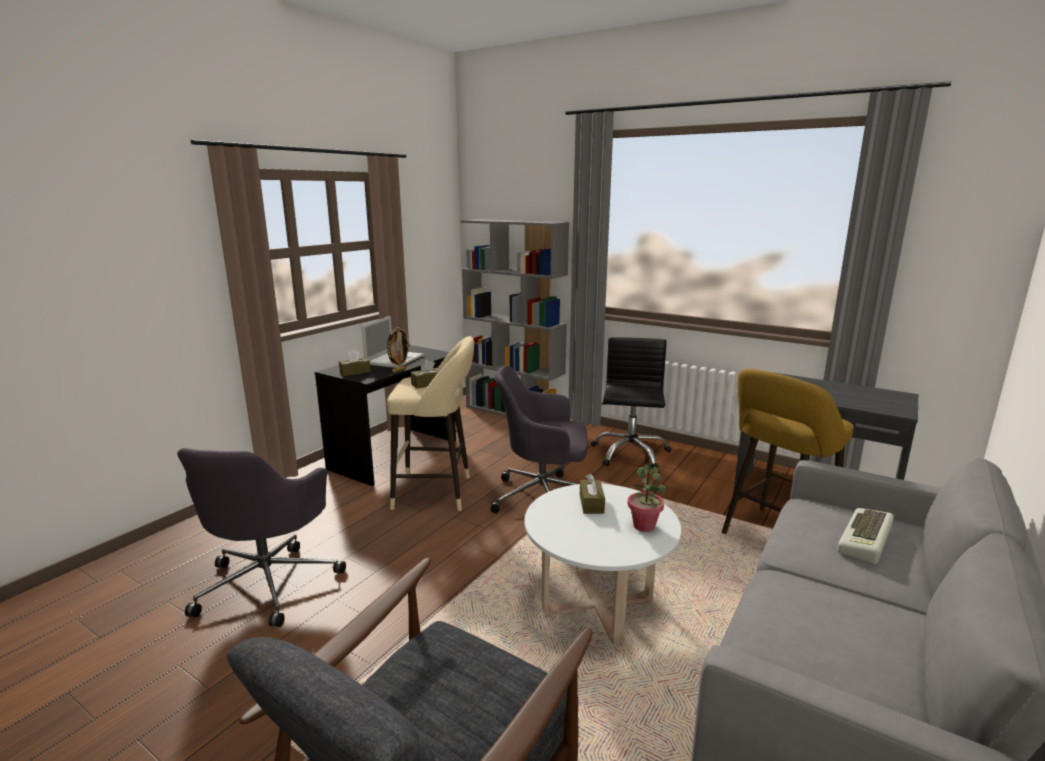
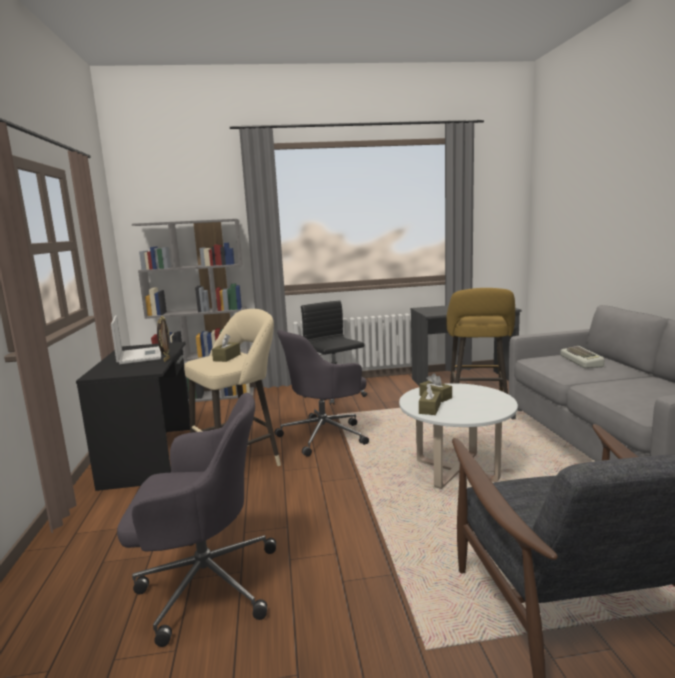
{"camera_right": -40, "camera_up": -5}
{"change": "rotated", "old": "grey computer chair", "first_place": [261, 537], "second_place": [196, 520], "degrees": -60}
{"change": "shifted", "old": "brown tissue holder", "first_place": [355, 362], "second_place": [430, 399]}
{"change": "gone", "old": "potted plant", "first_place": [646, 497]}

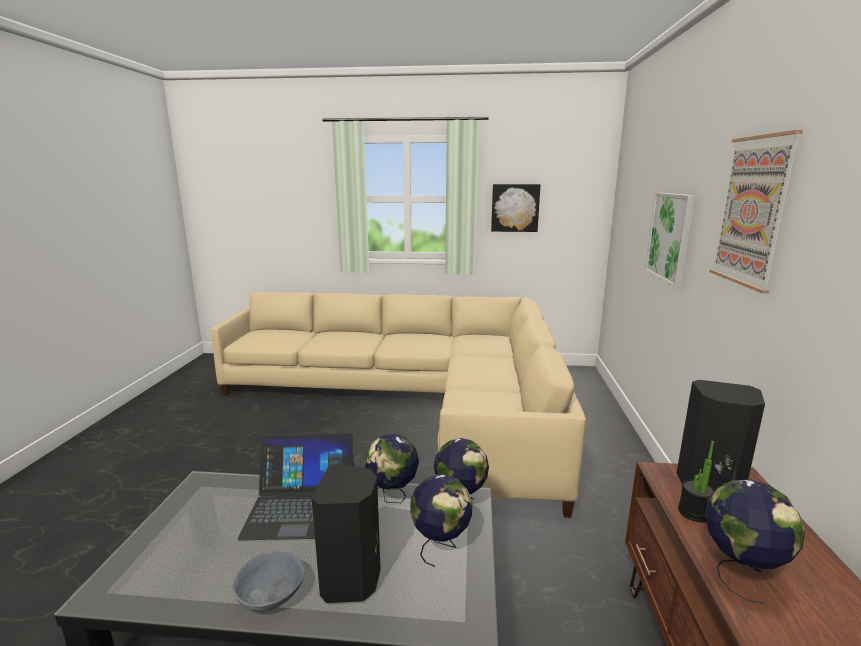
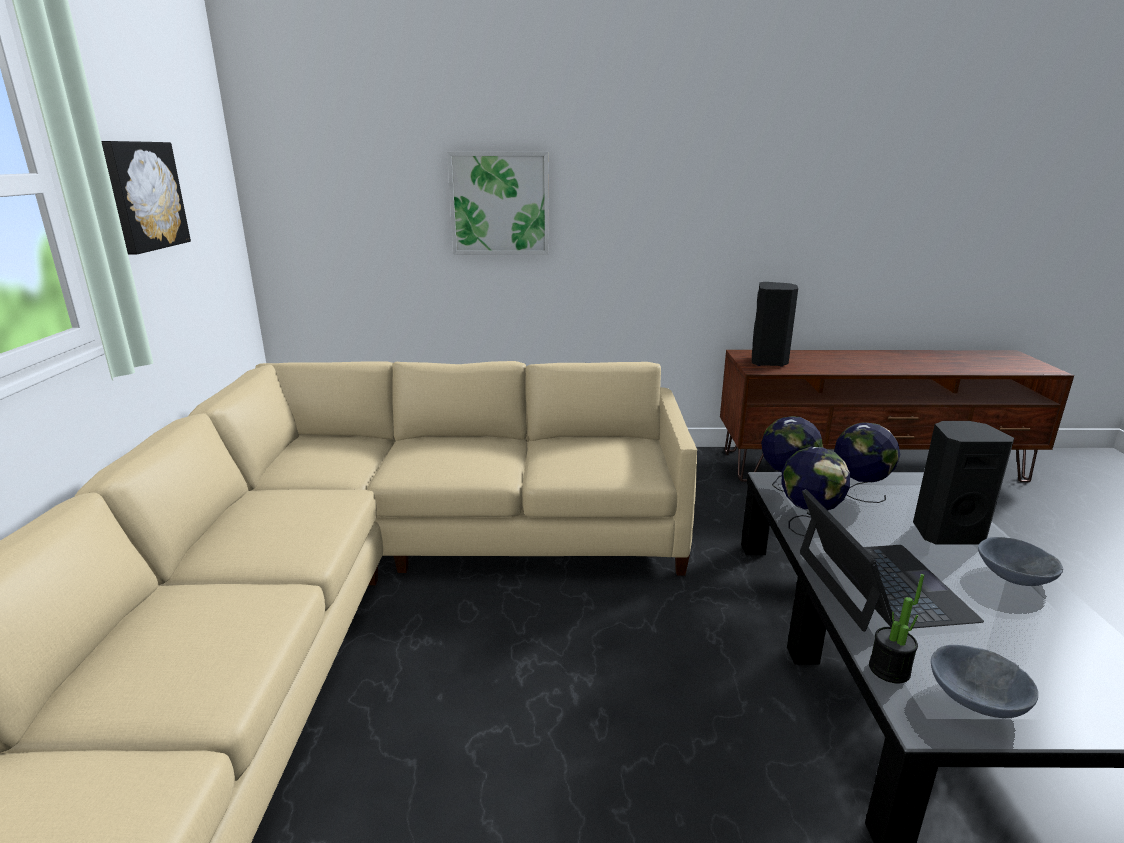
{"camera_right": -95, "camera_up": 5}
{"change": "shifted", "old": "potted plant", "first_place": [696, 481], "second_place": [896, 628]}
{"change": "new", "new": "grey serving bowl", "second_place": [984, 681]}
{"change": "gone", "old": "desk globe", "first_place": [755, 541]}
{"change": "gone", "old": "wall picture", "first_place": [756, 211]}

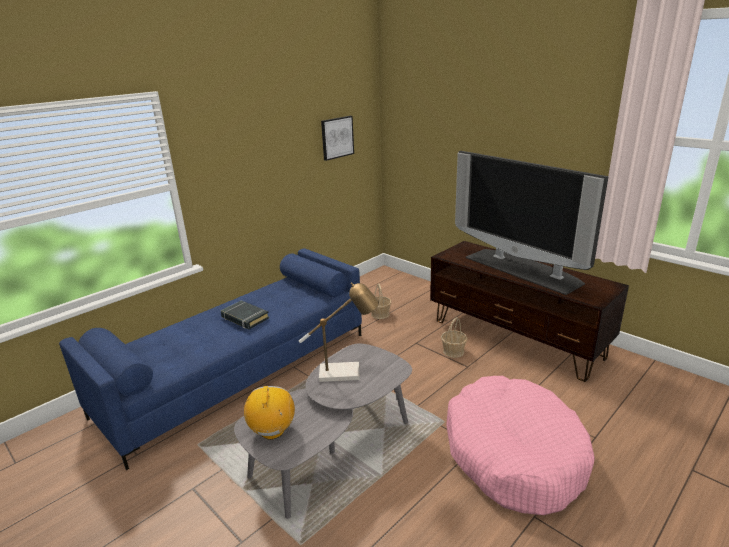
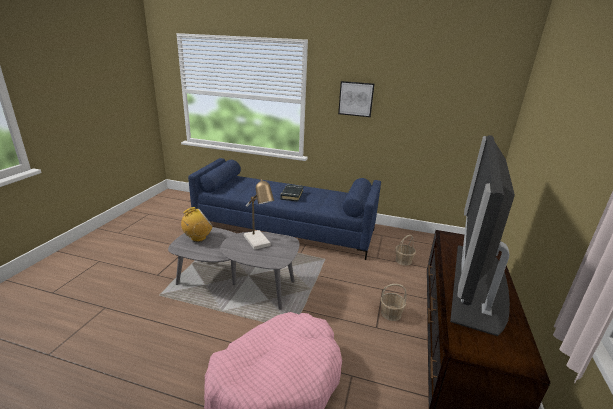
{"camera_right": 60, "camera_up": 0}
{"change": "shifted", "old": "wall picture", "first_place": [337, 138], "second_place": [356, 99]}

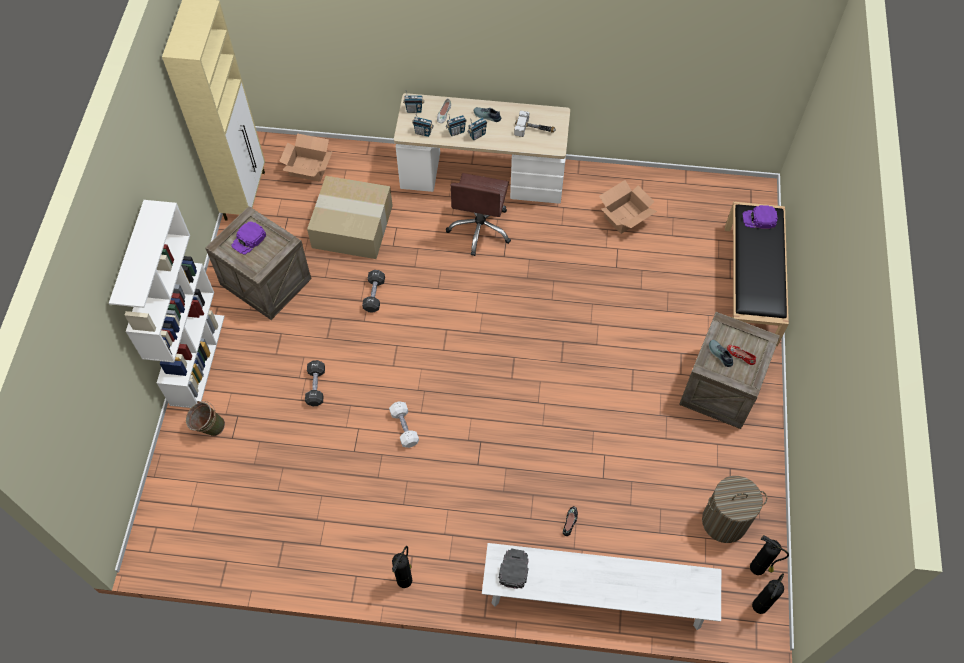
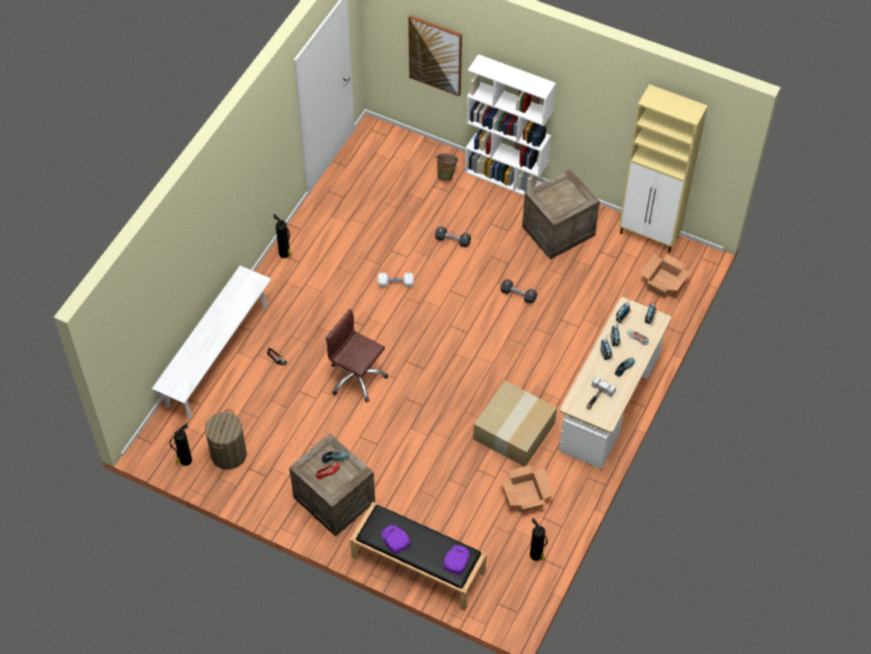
{"camera_right": 110, "camera_up": -5}
{"change": "shifted", "old": "brown computer chair", "first_place": [478, 214], "second_place": [357, 355]}
{"change": "shifted", "old": "purple-coloured cap", "first_place": [248, 238], "second_place": [395, 539]}
{"change": "new", "new": "wall picture", "second_place": [435, 55]}
{"change": "shifted", "old": "packing box", "first_place": [350, 217], "second_place": [515, 424]}
{"change": "shifted", "old": "fire extinguisher", "first_place": [768, 593], "second_place": [539, 539]}
{"change": "gone", "old": "blackish cap", "first_place": [514, 568]}

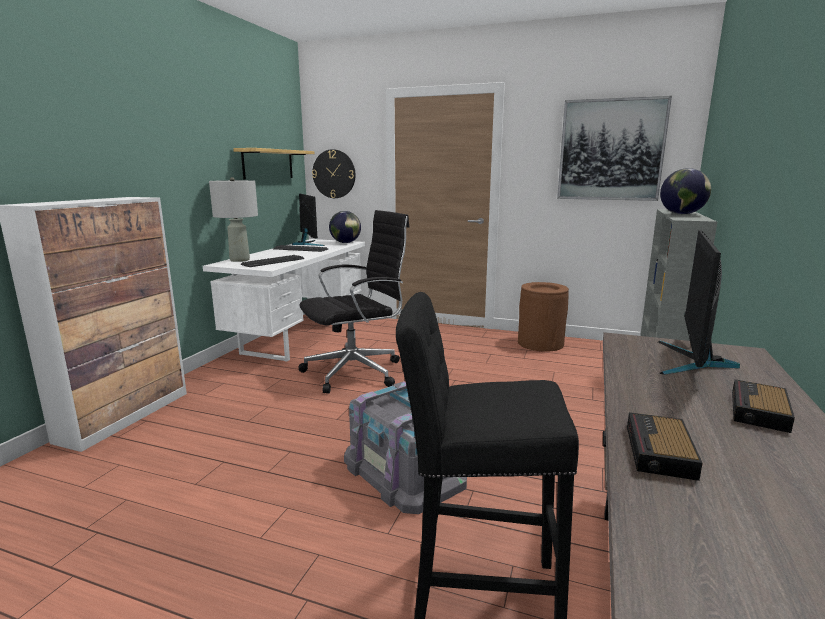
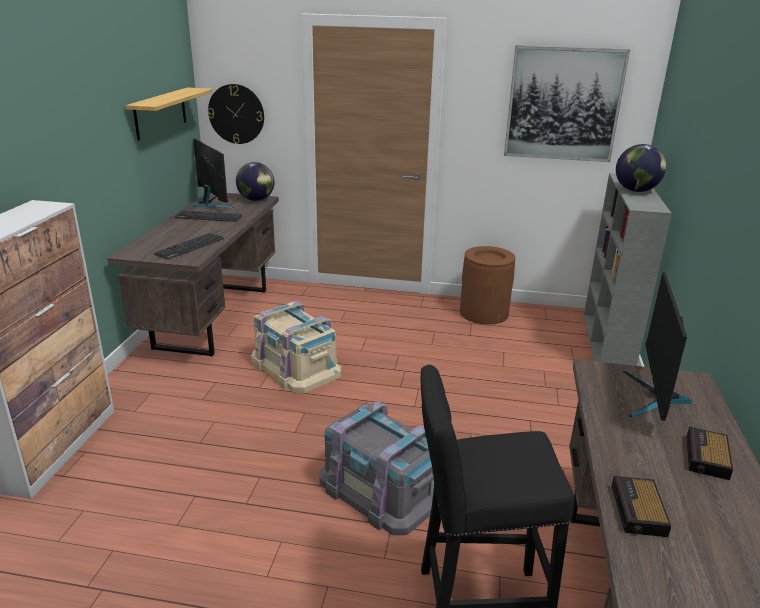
{"camera_right": -10, "camera_up": 10}
{"change": "repainted", "old": "white desk table", "new": "brown desk table", "first_place": [284, 300], "second_place": [193, 274]}
{"change": "swapped", "old": "blackish computer chair", "new": "beige-coloured storage bin", "first_place": [353, 301], "second_place": [296, 347]}
{"change": "gone", "old": "grey table lamp", "first_place": [233, 219]}

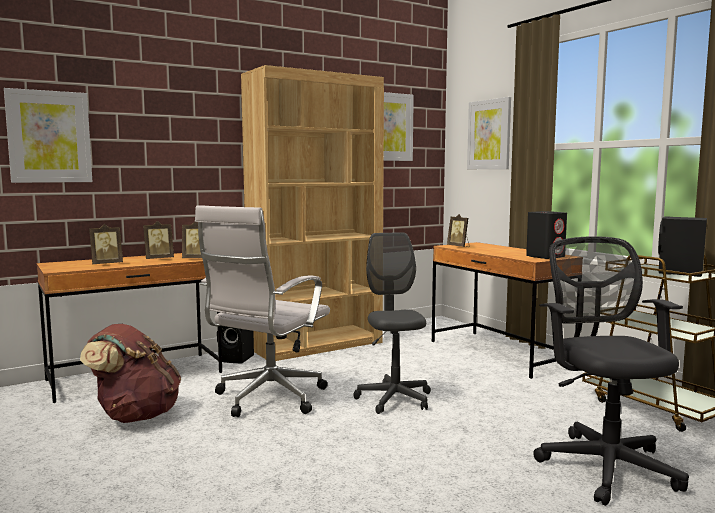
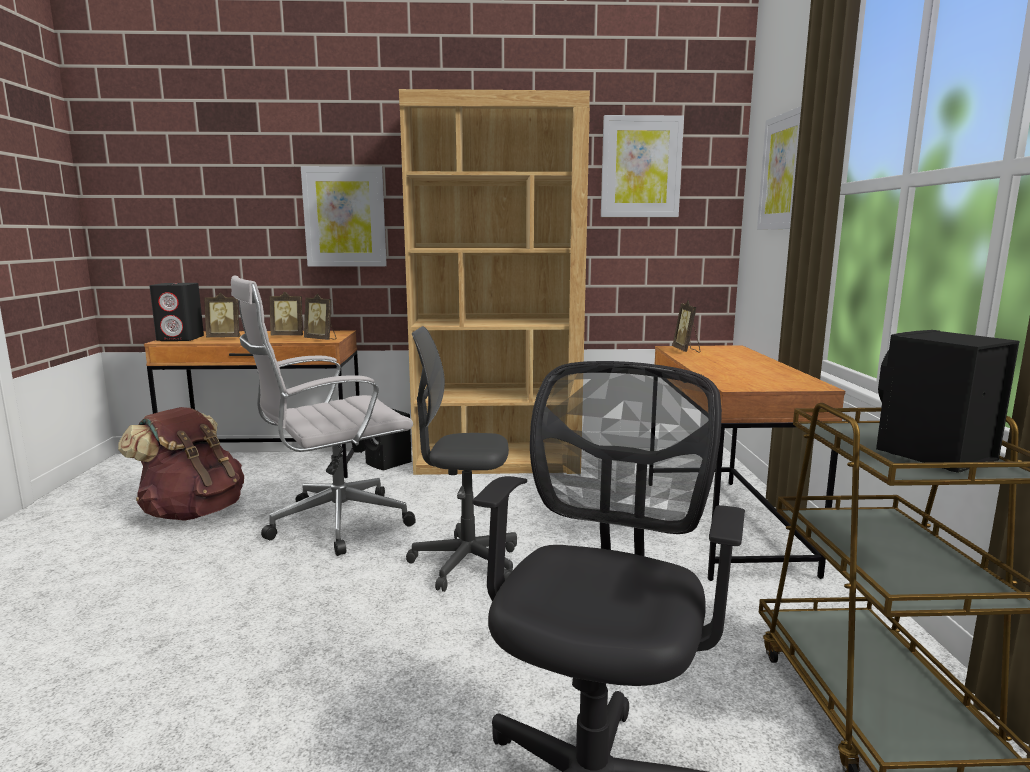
{"camera_right": 30, "camera_up": 5}
{"change": "shifted", "old": "blackish audio speaker", "first_place": [546, 235], "second_place": [176, 312]}
{"change": "shifted", "old": "wall picture", "first_place": [48, 135], "second_place": [344, 216]}
{"change": "rotated", "old": "grey computer chair", "first_place": [392, 323], "second_place": [461, 459], "degrees": -105}

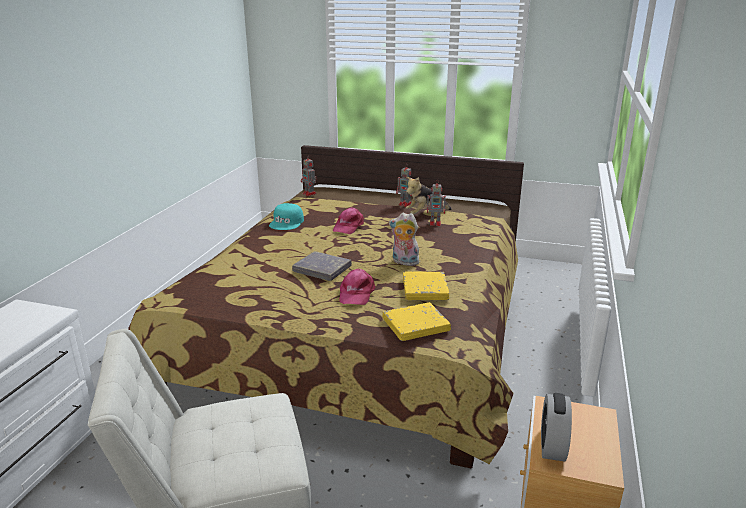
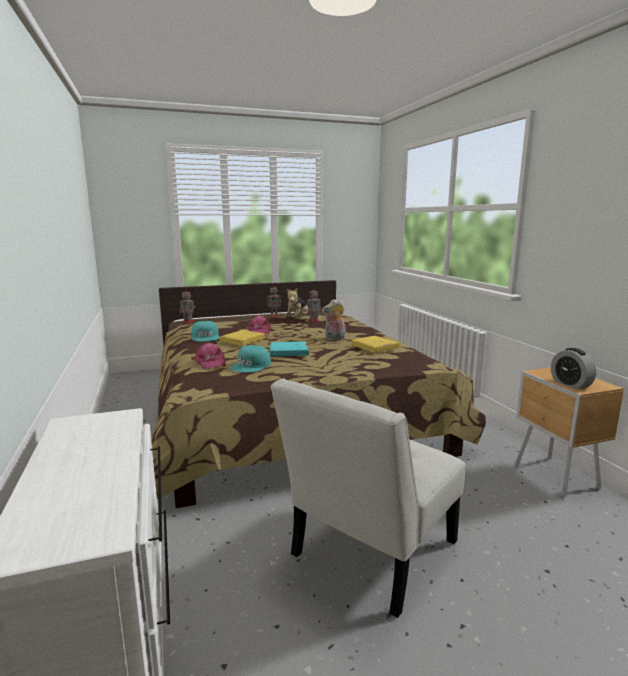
{"camera_right": -35, "camera_up": -10}
{"change": "shifted", "old": "pink-coloured cap", "first_place": [357, 287], "second_place": [210, 356]}
{"change": "shifted", "old": "yellowish book", "first_place": [417, 321], "second_place": [242, 338]}
{"change": "new", "new": "turquoise cap", "second_place": [250, 359]}
{"change": "repainted", "old": "grey book", "new": "turquoise book", "first_place": [322, 266], "second_place": [289, 349]}

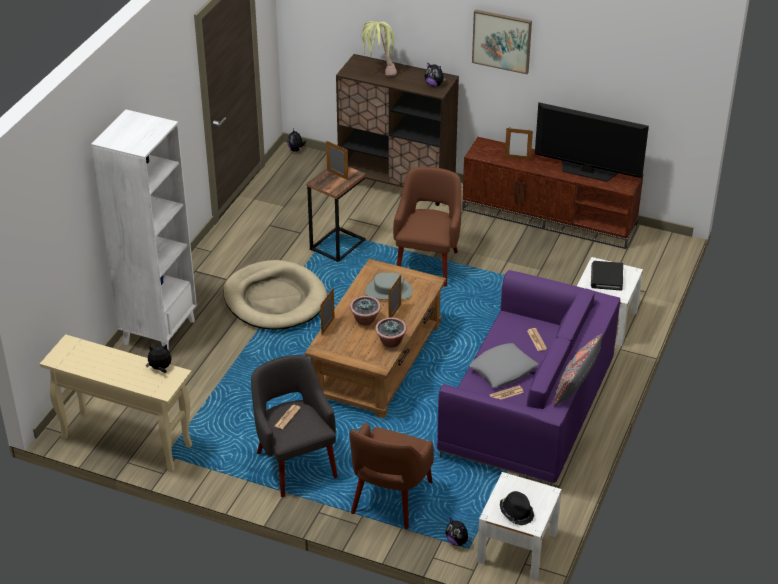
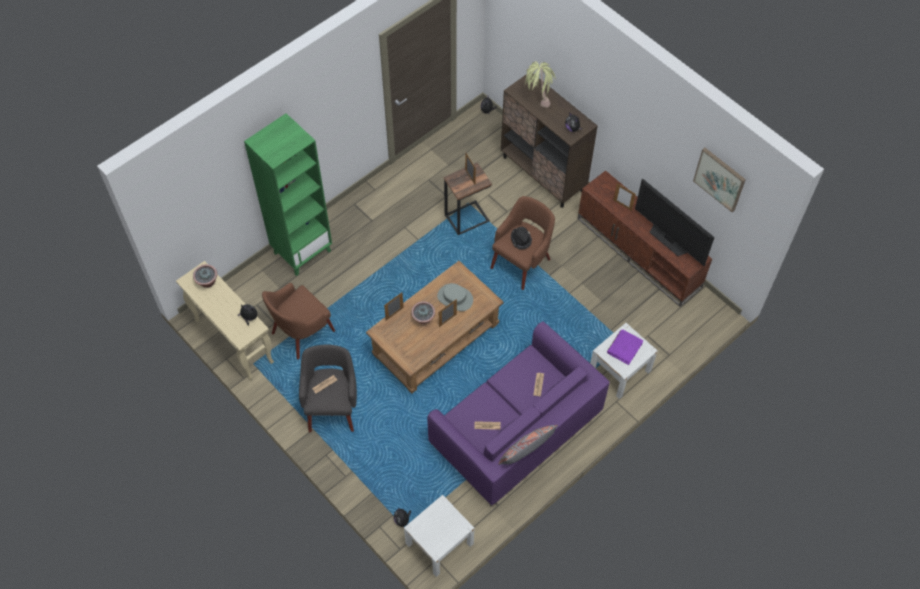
{"camera_right": 25, "camera_up": 20}
{"change": "shifted", "old": "potted plant", "first_place": [391, 332], "second_place": [205, 276]}
{"change": "repainted", "old": "white shelving unit", "new": "green-coloured shelving unit", "first_place": [144, 229], "second_place": [288, 194]}
{"change": "shifted", "old": "brown armchair", "first_place": [391, 476], "second_place": [298, 321]}
{"change": "shifted", "old": "blackish hat", "first_place": [517, 508], "second_place": [521, 238]}
{"change": "repainted", "old": "blackish book", "new": "purple-coloured book", "first_place": [607, 276], "second_place": [625, 347]}
{"change": "shifted", "old": "wall picture", "first_place": [502, 41], "second_place": [719, 180]}
{"change": "gone", "old": "beige-coloured pet bed", "first_place": [275, 295]}
{"change": "gone", "old": "grey throw pillow", "first_place": [503, 365]}

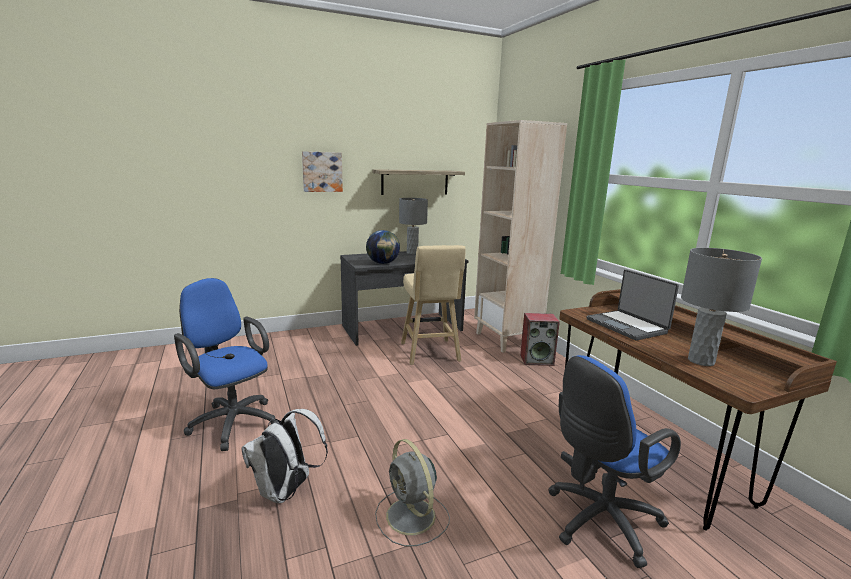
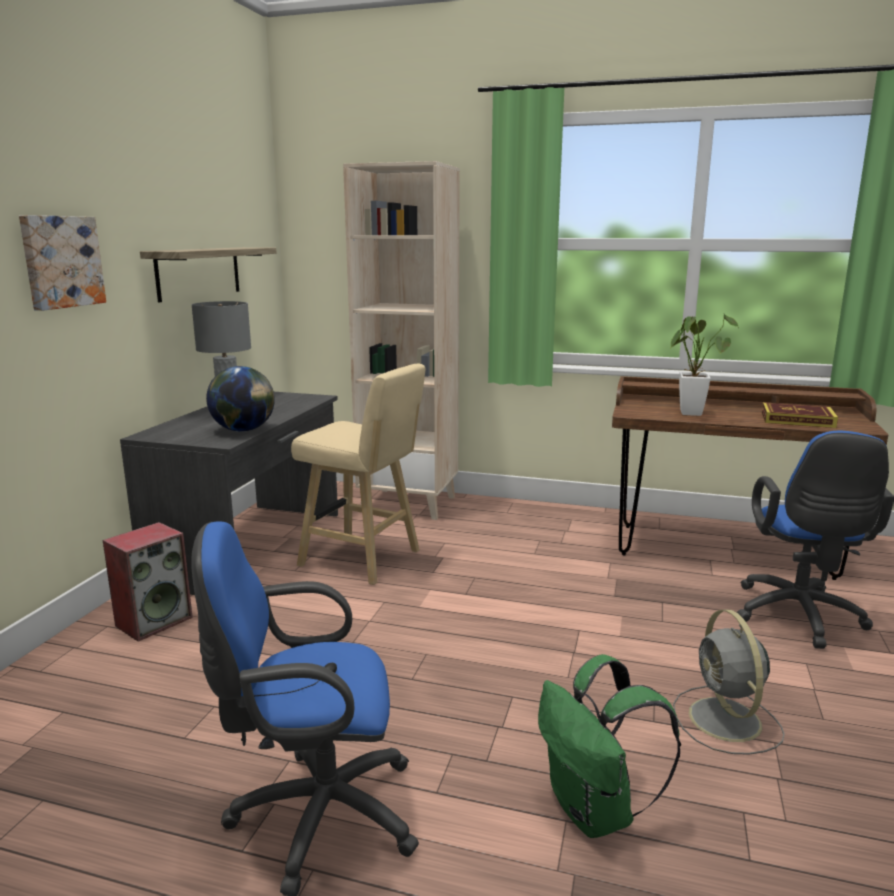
{"camera_right": -50, "camera_up": 0}
{"change": "shifted", "old": "audio speaker", "first_place": [540, 339], "second_place": [148, 582]}
{"change": "repainted", "old": "white knapsack", "new": "green-coloured knapsack", "first_place": [284, 456], "second_place": [609, 746]}
{"change": "swapped", "old": "portable computer", "new": "potted plant", "first_place": [632, 305], "second_place": [705, 365]}
{"change": "rotated", "old": "grey cooling fan", "first_place": [412, 493], "second_place": [728, 682], "degrees": 75}
{"change": "swapped", "old": "grey table lamp", "new": "book", "first_place": [721, 307], "second_place": [800, 415]}

